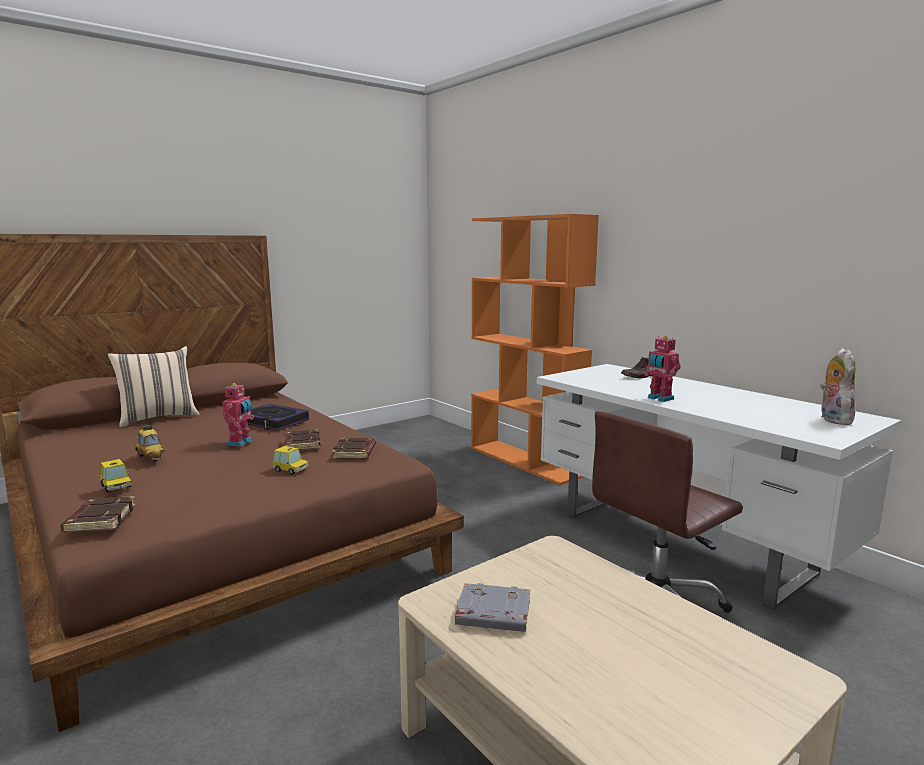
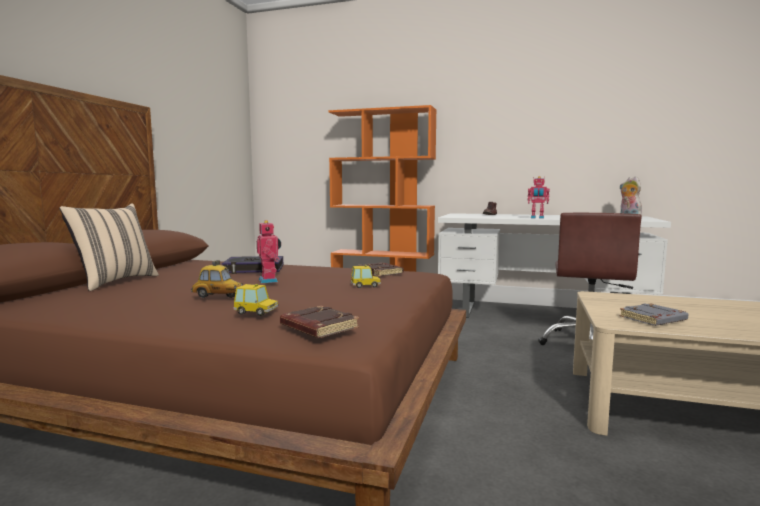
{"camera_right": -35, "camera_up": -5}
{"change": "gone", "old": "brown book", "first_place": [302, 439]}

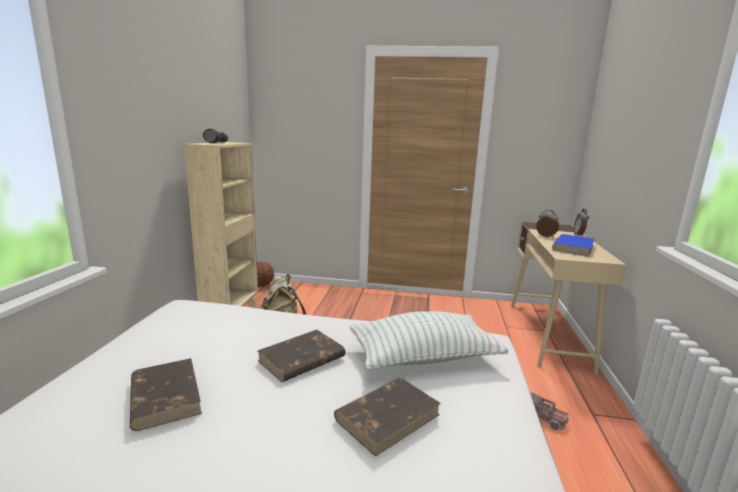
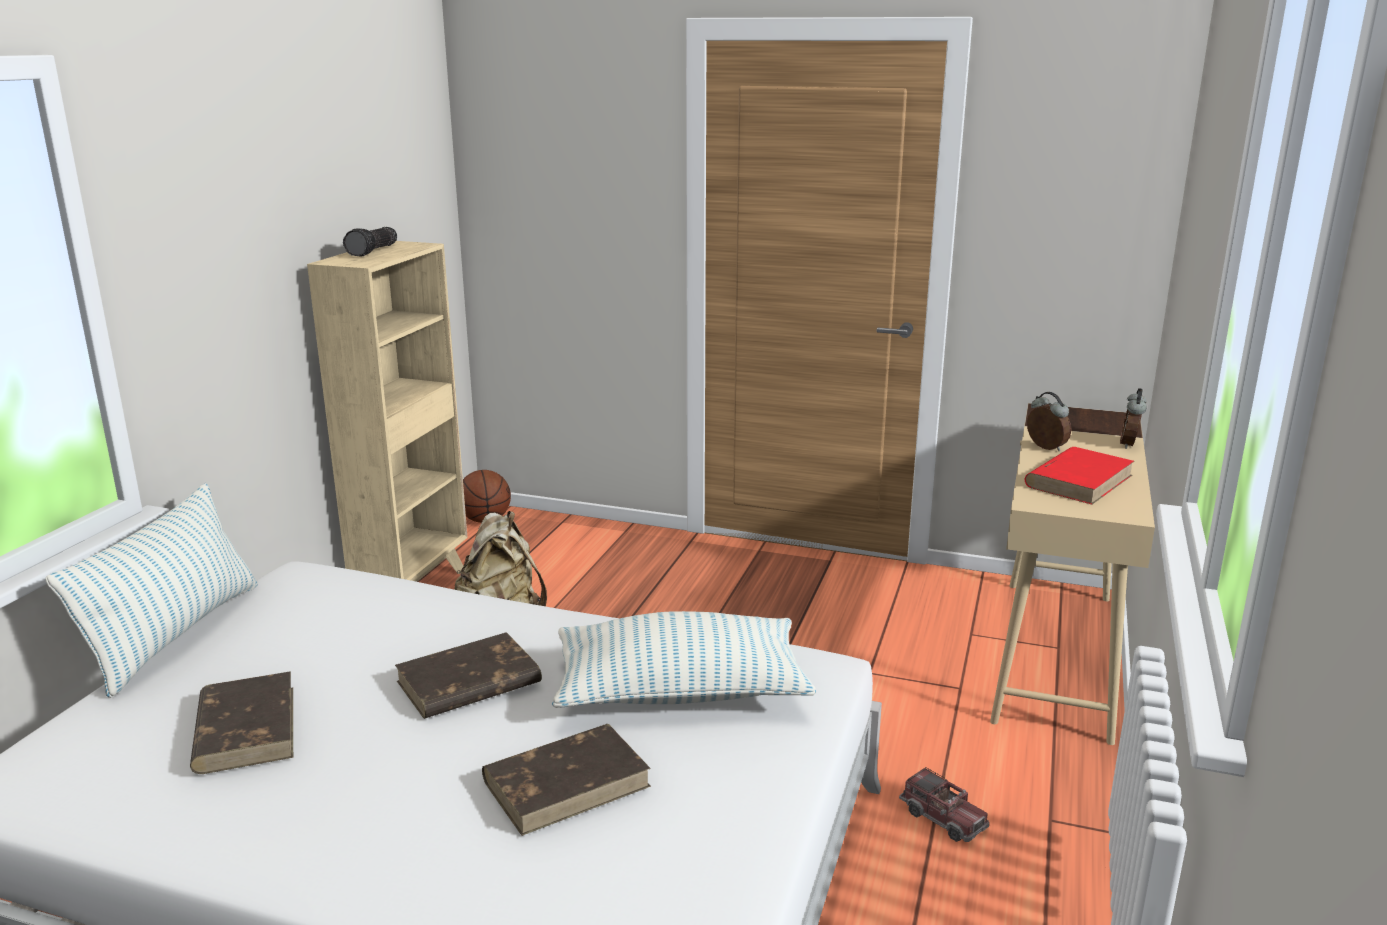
{"camera_right": 10, "camera_up": 5}
{"change": "new", "new": "throw pillow", "second_place": [151, 590]}
{"change": "repainted", "old": "blue book", "new": "red book", "first_place": [573, 245], "second_place": [1079, 476]}

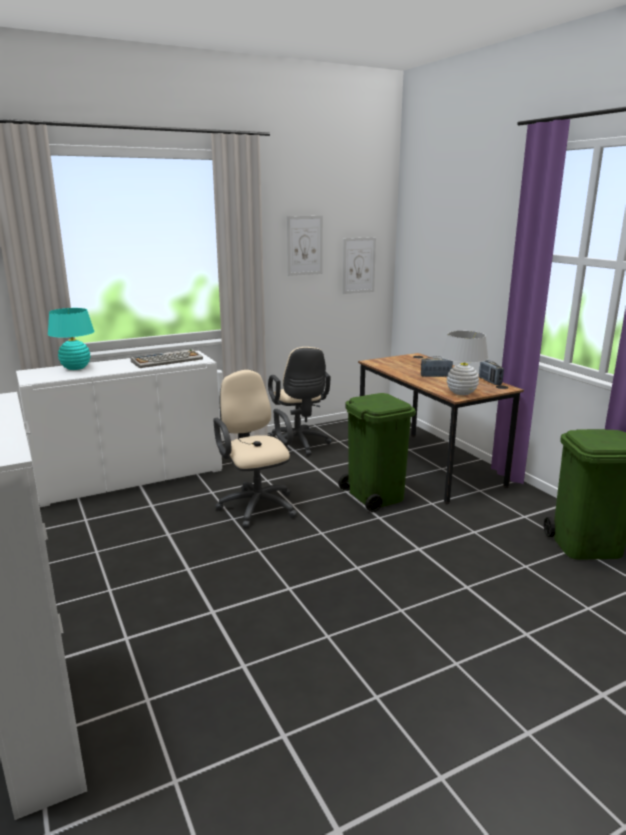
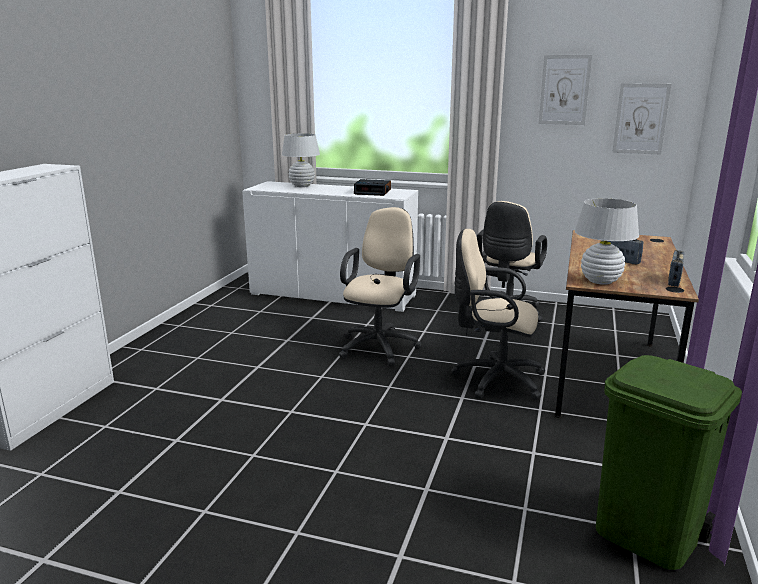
{"camera_right": 45, "camera_up": 0}
{"change": "repainted", "old": "turquoise table lamp", "new": "white table lamp", "first_place": [71, 339], "second_place": [301, 160]}
{"change": "swapped", "old": "PC keyboard", "new": "bedside clock", "first_place": [167, 358], "second_place": [372, 187]}
{"change": "swapped", "old": "green-coloured rubbish bin", "new": "beige-coloured computer chair", "first_place": [377, 452], "second_place": [498, 314]}

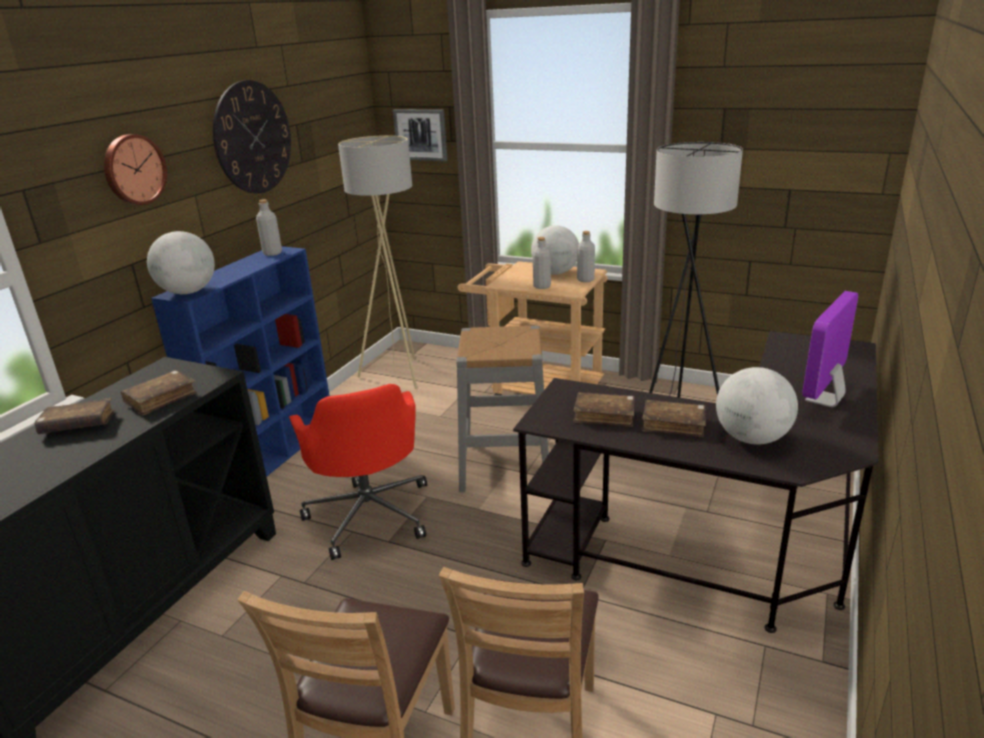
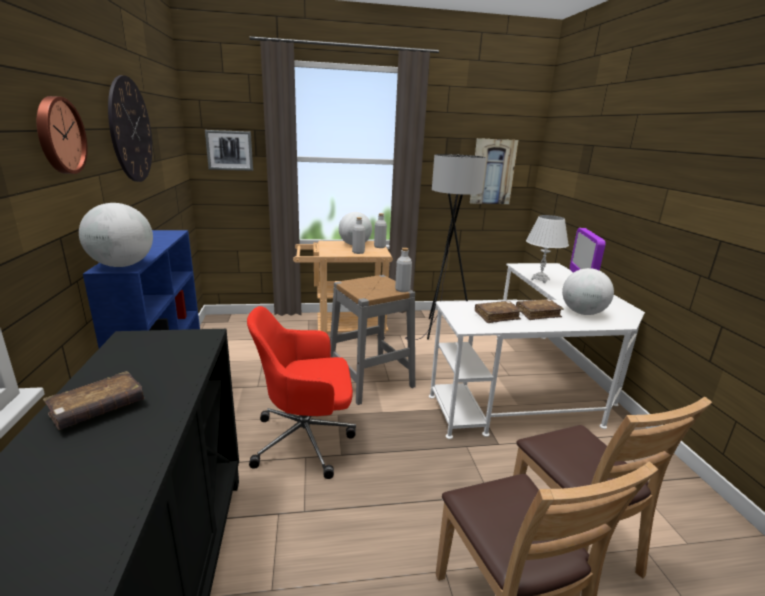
{"camera_right": -35, "camera_up": -5}
{"change": "rotated", "old": "red computer chair", "first_place": [358, 472], "second_place": [301, 392], "degrees": 135}
{"change": "shifted", "old": "grey bottle", "first_place": [269, 227], "second_place": [403, 270]}
{"change": "repainted", "old": "blackish desk table", "new": "white desk table", "first_place": [696, 482], "second_place": [537, 351]}
{"change": "new", "new": "wall picture", "second_place": [494, 171]}
{"change": "new", "new": "white table lamp", "second_place": [547, 249]}
{"change": "gone", "old": "brown book", "first_place": [159, 393]}
{"change": "gone", "old": "beige-coloured standing lamp", "first_place": [377, 263]}

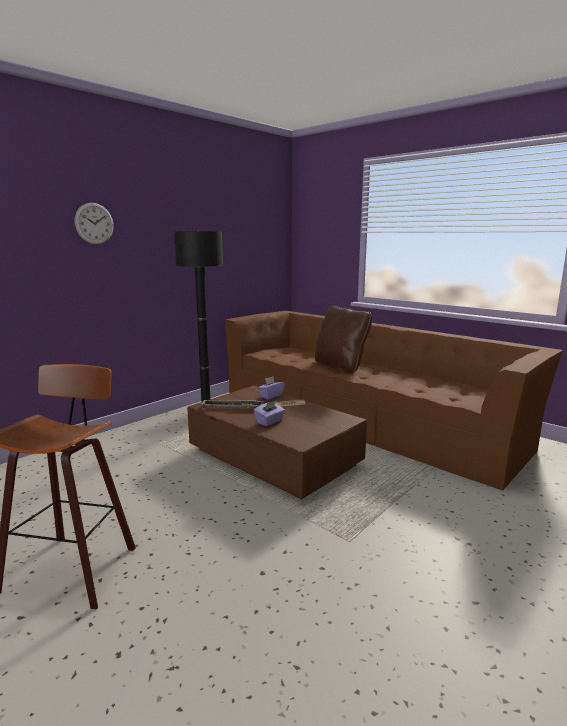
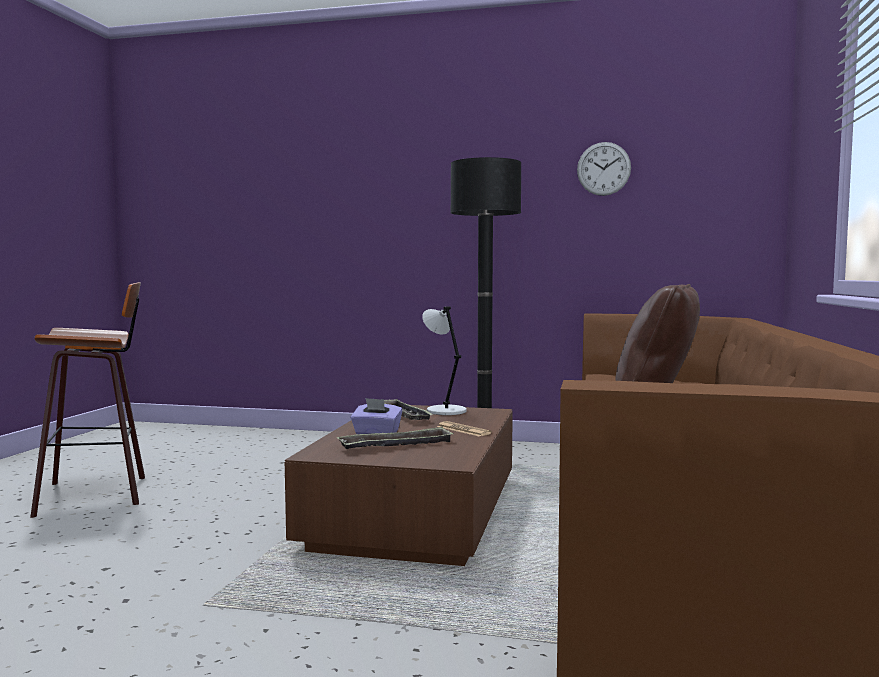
{"camera_right": 60, "camera_up": -10}
{"change": "new", "new": "serving tray", "second_place": [395, 437]}
{"change": "new", "new": "grey table lamp", "second_place": [444, 360]}
{"change": "shifted", "old": "hanging clock", "first_place": [94, 223], "second_place": [604, 169]}
{"change": "gone", "old": "purple-coloured tissue holder", "first_place": [271, 388]}

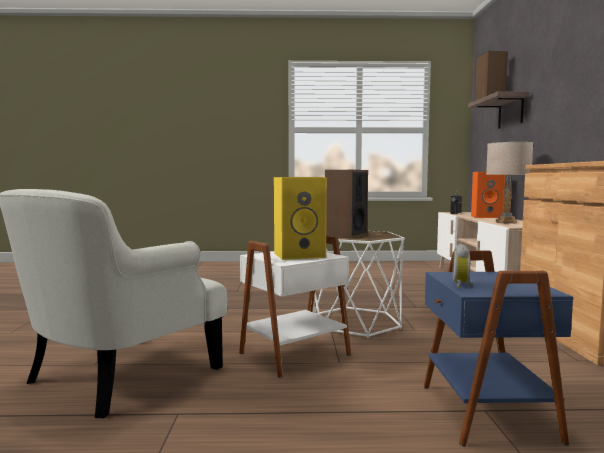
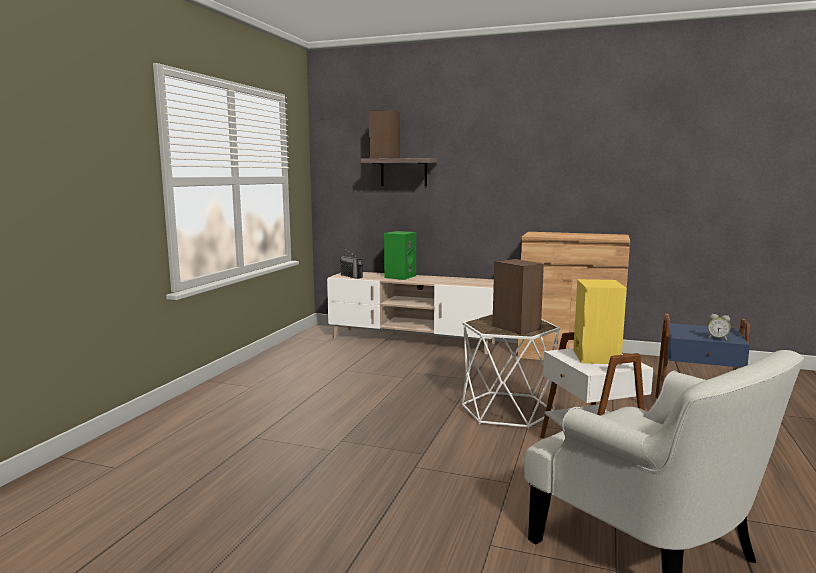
{"camera_right": -70, "camera_up": 5}
{"change": "repainted", "old": "orange-coloured audio speaker", "new": "green-coloured audio speaker", "first_place": [488, 195], "second_place": [400, 255]}
{"change": "gone", "old": "beige-coloured table lamp", "first_place": [509, 183]}

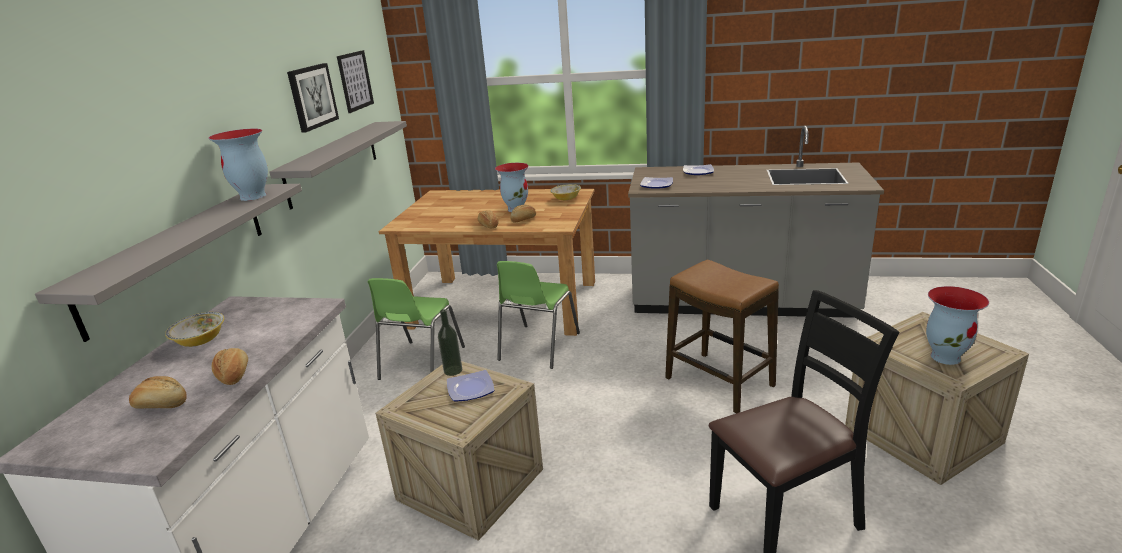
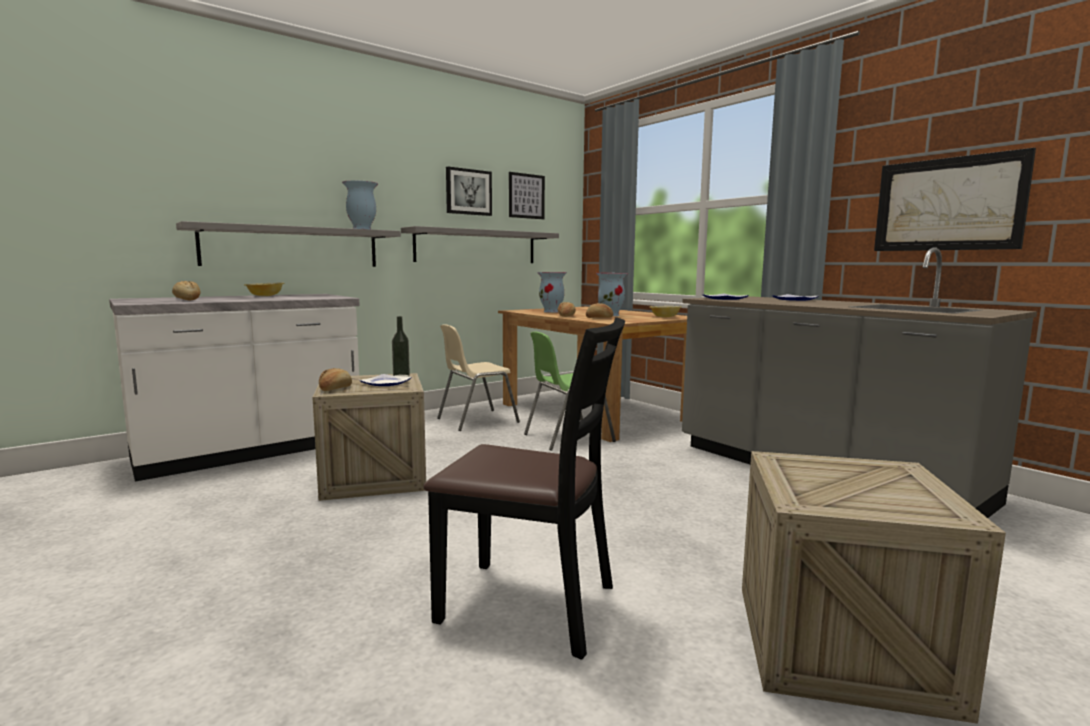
{"camera_right": 40, "camera_up": -15}
{"change": "shifted", "old": "baked bread", "first_place": [230, 366], "second_place": [335, 379]}
{"change": "repainted", "old": "green-coloured plain chair", "new": "beige-coloured plain chair", "first_place": [416, 329], "second_place": [478, 377]}
{"change": "shifted", "old": "decorative vase", "first_place": [957, 325], "second_place": [552, 292]}
{"change": "new", "new": "wall picture", "second_place": [955, 199]}
{"change": "gone", "old": "sitting stool", "first_place": [722, 337]}

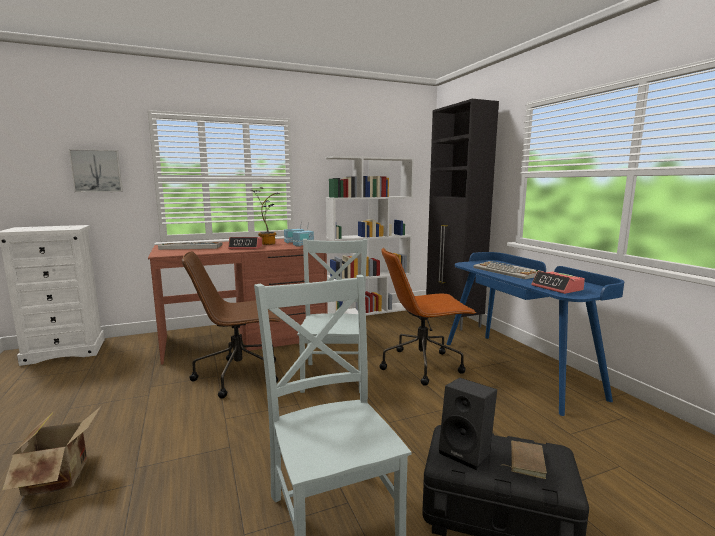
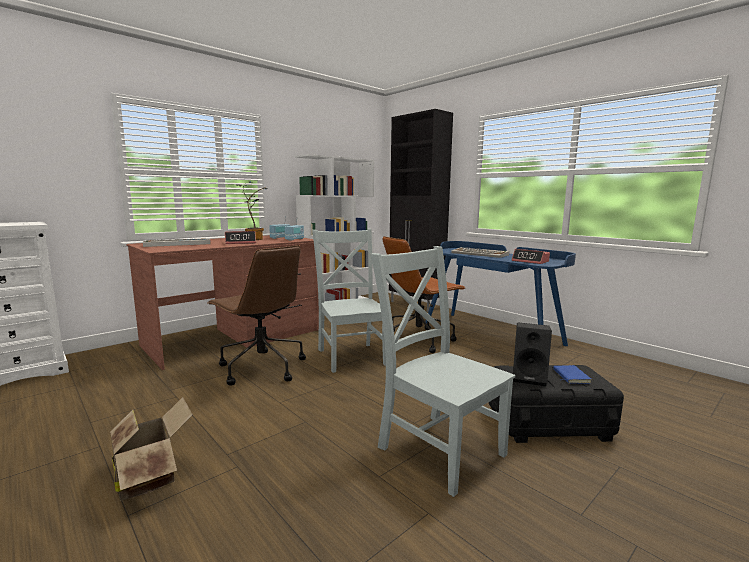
{"camera_right": -20, "camera_up": 0}
{"change": "rotated", "old": "brown computer chair", "first_place": [232, 325], "second_place": [256, 315], "degrees": -105}
{"change": "repainted", "old": "brown book", "new": "blue book", "first_place": [526, 460], "second_place": [572, 374]}
{"change": "gone", "old": "wall picture", "first_place": [96, 170]}

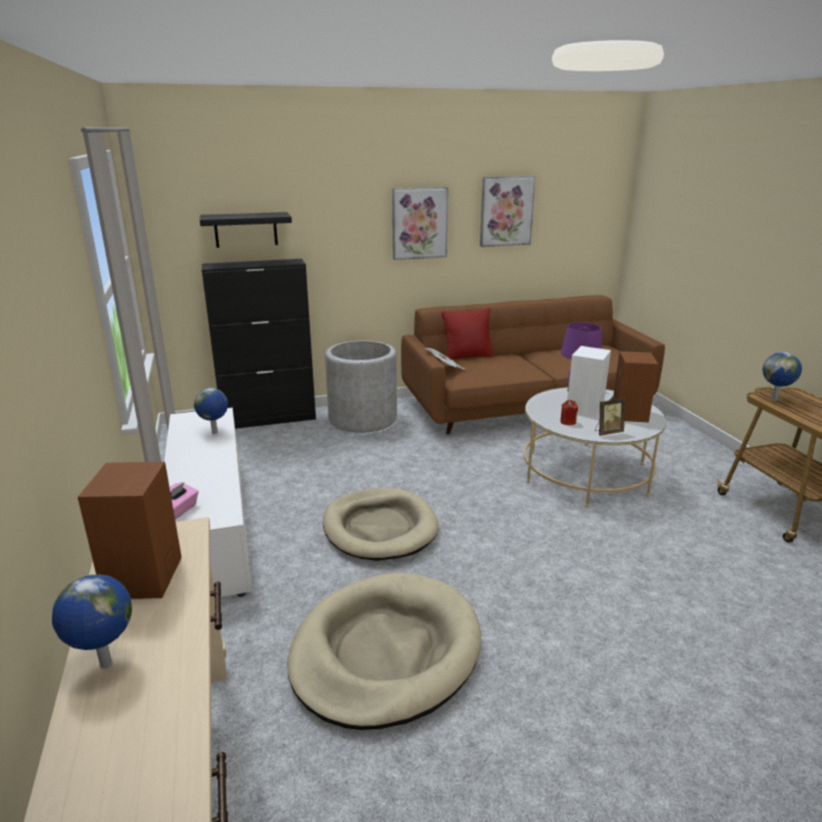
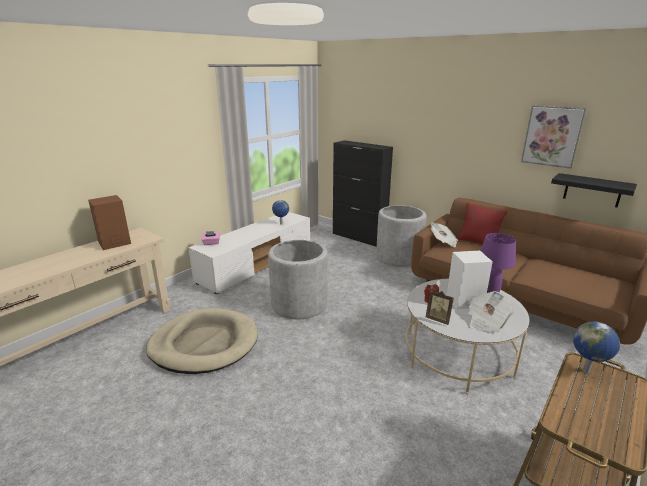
{"camera_right": 55, "camera_up": 0}
{"change": "swapped", "old": "beige-coloured pet bed", "new": "grey flower pot", "first_place": [381, 524], "second_place": [298, 279]}
{"change": "swapped", "old": "brown audio speaker", "new": "printed paper", "first_place": [635, 387], "second_place": [491, 311]}
{"change": "shifted", "old": "blackish wall shelf", "first_place": [246, 230], "second_place": [594, 190]}
{"change": "gone", "old": "desk globe", "first_place": [92, 621]}
{"change": "gone", "old": "wall picture", "first_place": [420, 223]}

